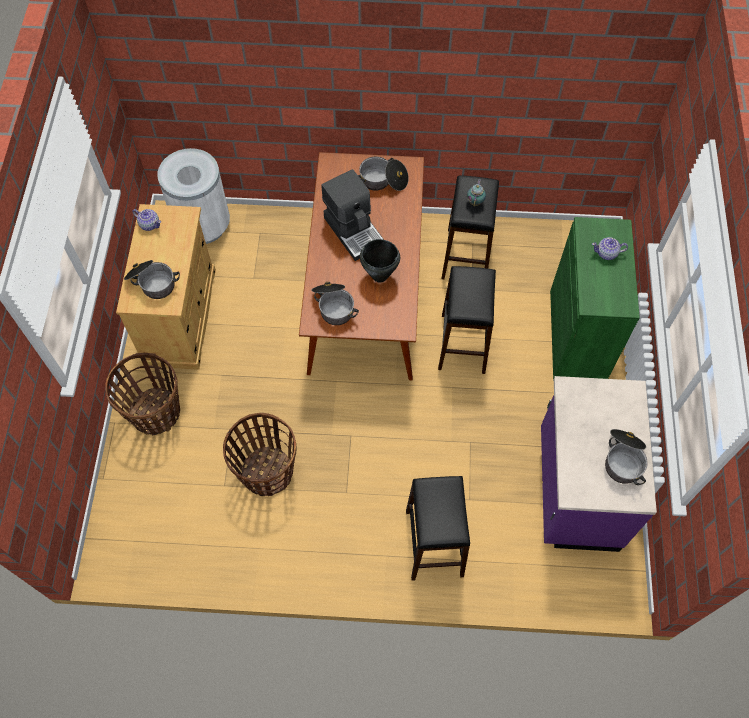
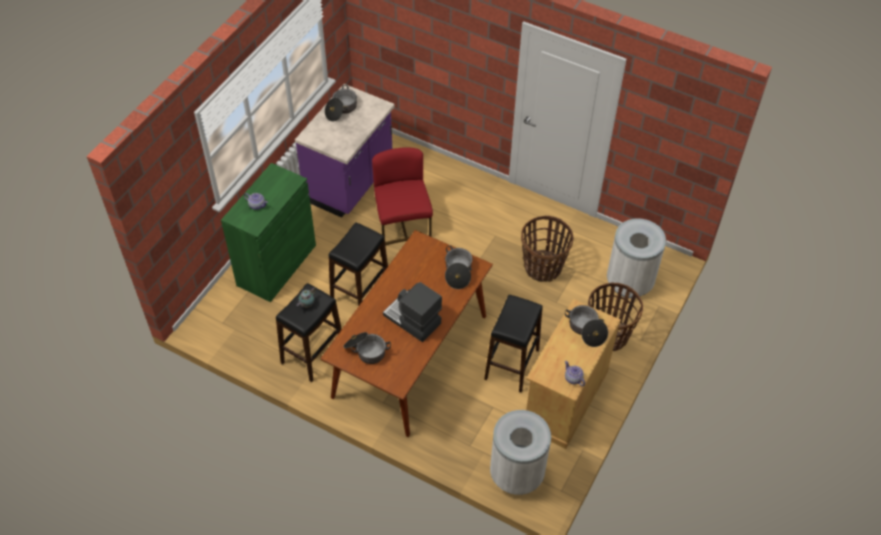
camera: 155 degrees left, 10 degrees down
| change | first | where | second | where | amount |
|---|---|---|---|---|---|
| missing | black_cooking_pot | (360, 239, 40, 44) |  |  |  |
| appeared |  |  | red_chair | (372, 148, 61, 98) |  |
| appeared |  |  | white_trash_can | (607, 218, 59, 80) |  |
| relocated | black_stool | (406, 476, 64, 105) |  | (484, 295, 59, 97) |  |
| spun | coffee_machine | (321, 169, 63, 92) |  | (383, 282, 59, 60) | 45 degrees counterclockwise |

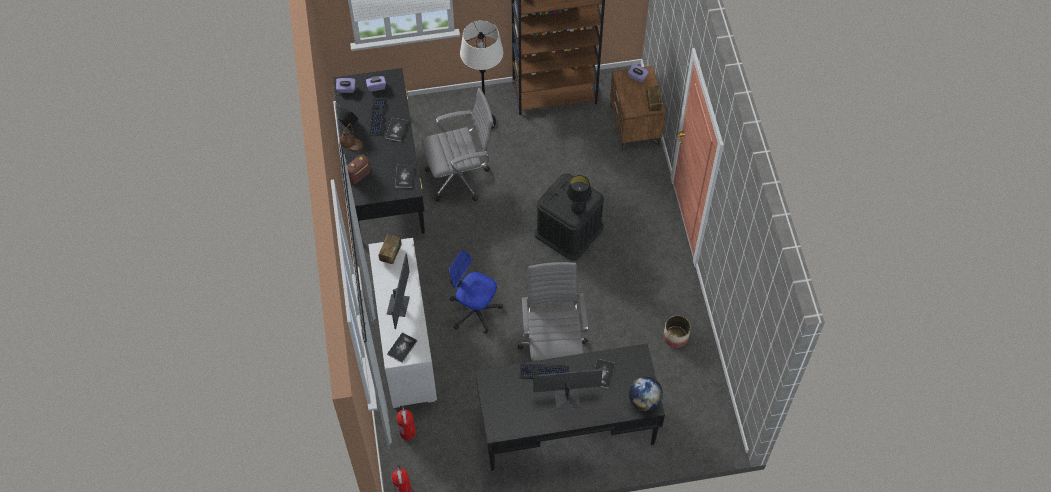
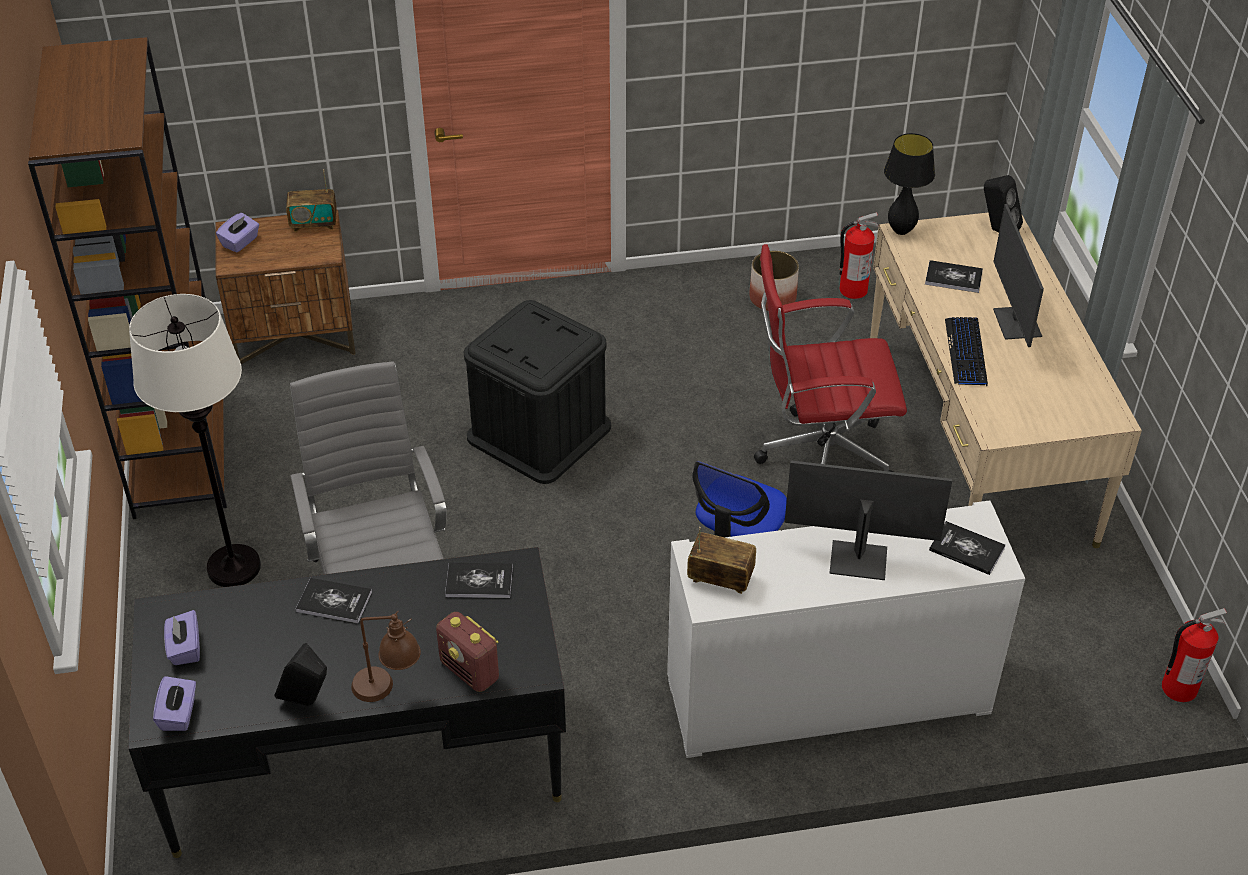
camera: 90 degrees left, 15 degrees down
| change | first | where | second | where | amount |
|---|---|---|---|---|---|
| missing | keyboard | (369, 98, 18, 36) |  |  |  |
| relocated | fire_extinguisher | (397, 405, 19, 35) |  | (840, 212, 39, 87) |  |
| relocated | black_table_lamp | (567, 175, 25, 40) |  | (884, 133, 51, 102) |  |
| exchanged | globe | (629, 377, 34, 34) | black_speaker | (984, 175, 39, 58) |  |
| colour | black_desk | (475, 343, 190, 130) | beige_desk | (870, 213, 272, 335) |  |
| colour | grey_office_chair | (518, 262, 70, 99) | red_office_chair | (754, 244, 153, 228) |  |

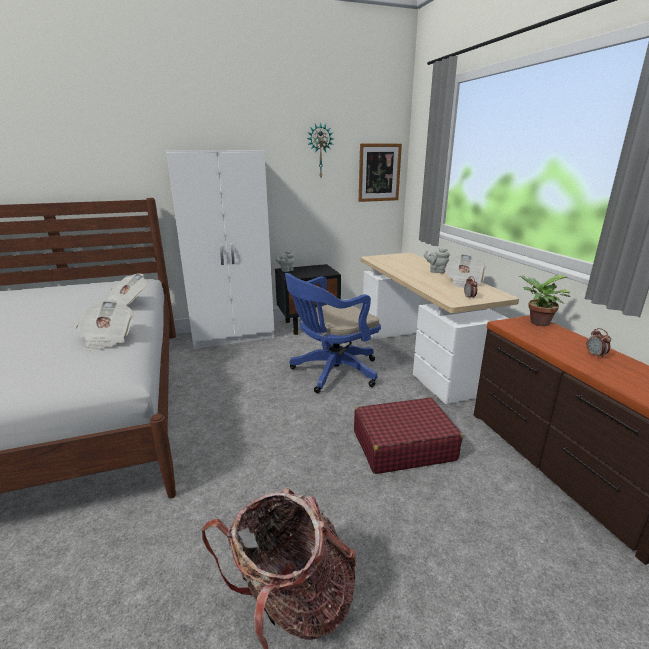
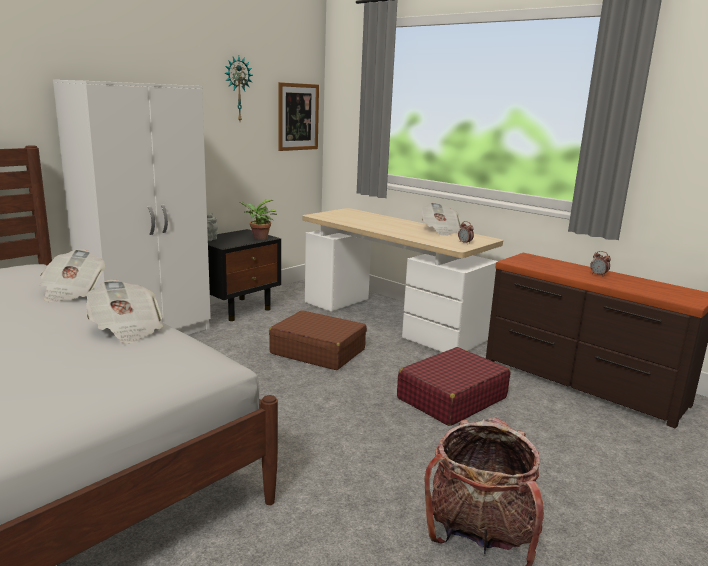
camera: 30 degrees left, 5 degrees down
| change | first | where | second | where | amount |
|---|---|---|---|---|---|
| missing | grey_teapot | (424, 248, 26, 25) |  |  |  |
| relocated | potted_plant | (518, 275, 52, 51) |  | (239, 199, 38, 41) |  |
| exchanged | blue_office_chair | (285, 273, 96, 120) | brown_suitcase | (269, 310, 98, 60) |  |

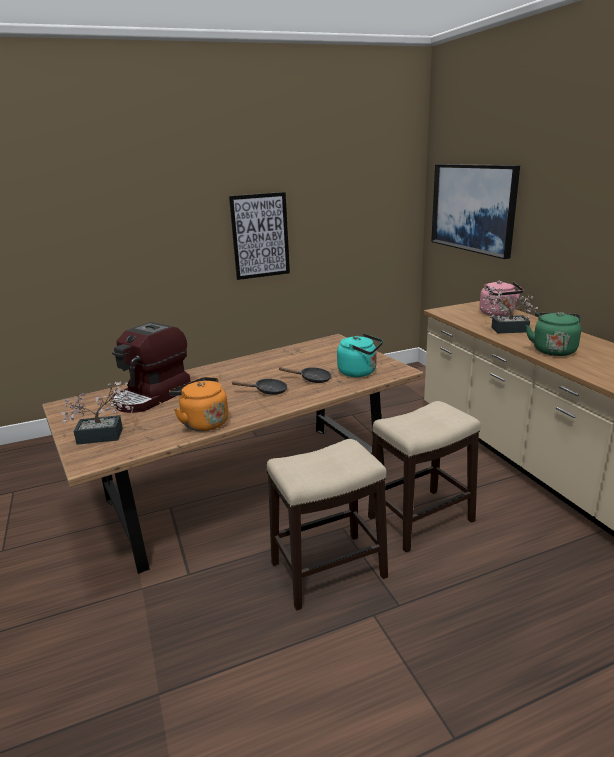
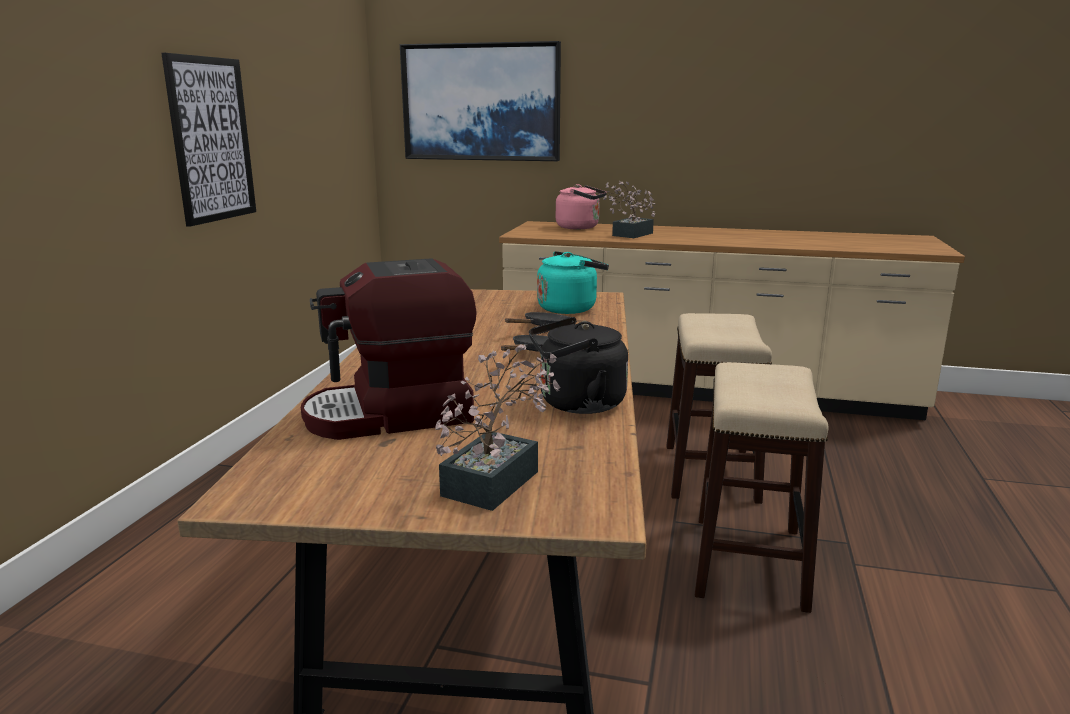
camera: 55 degrees left, 5 degrees down
| change | first | where | second | where | amount |
|---|---|---|---|---|---|
| missing | green_kettle | (526, 312, 55, 44) |  |  |  |
| colour | orange_kettle | (169, 377, 60, 54) | black_kettle | (529, 317, 99, 97) |  |
| spun | coffee_machine | (112, 322, 79, 91) |  | (301, 258, 176, 182) | 90 degrees clockwise |

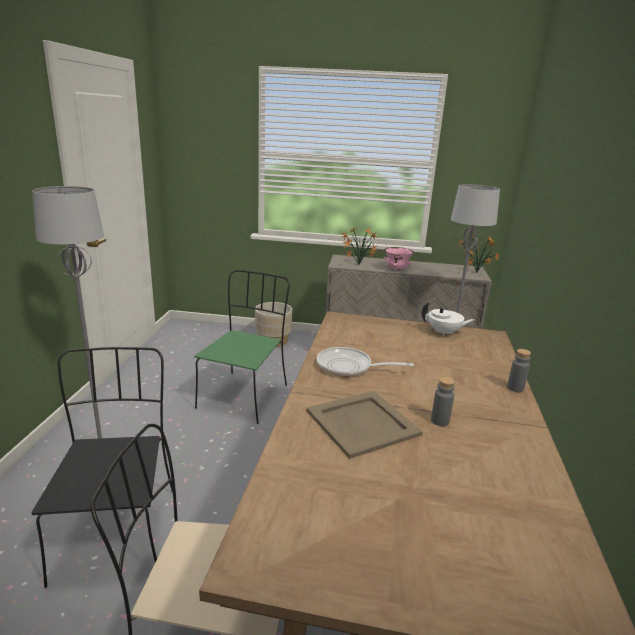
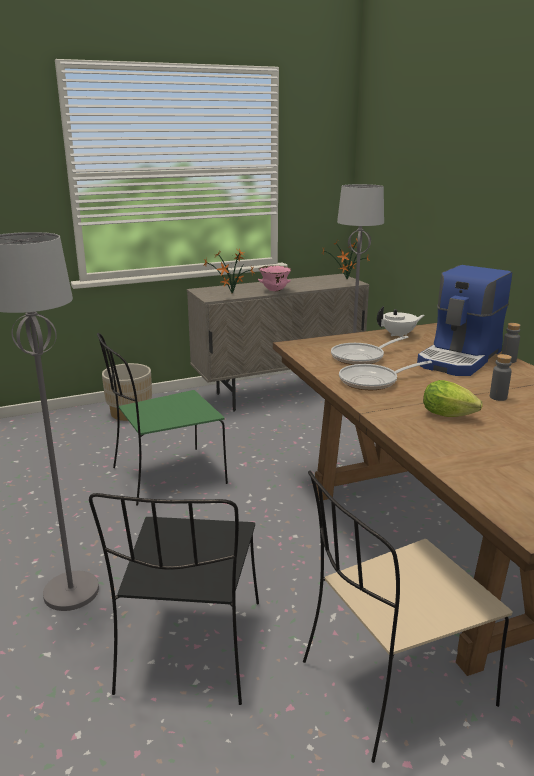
camera: 30 degrees left, 0 degrees up
| change | first | where | second | where | amount |
|---|---|---|---|---|---|
| appeared |  |  | frying_pan | (331, 336, 77, 29) |  |
| appeared |  |  | coffee_machine | (417, 265, 95, 111) |  |
| exchanged | beige_tray | (307, 391, 116, 68) | lettuce | (423, 380, 60, 37) |  |
| spun | black_chair | (31, 347, 142, 241) |  | (89, 493, 170, 212) | 135 degrees counterclockwise |
| spun | green_chair | (194, 270, 96, 154) |  | (97, 333, 131, 173) | 105 degrees counterclockwise |

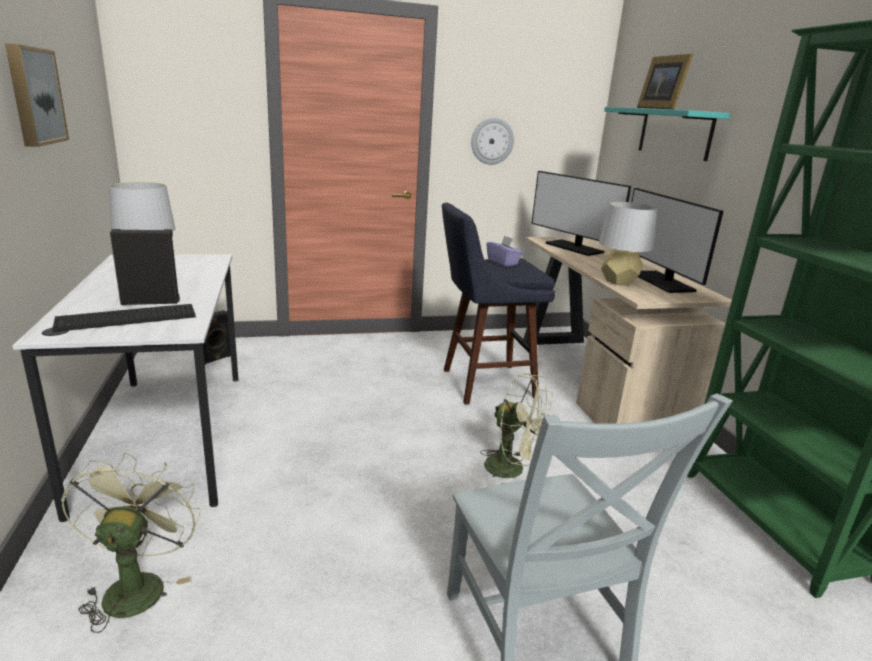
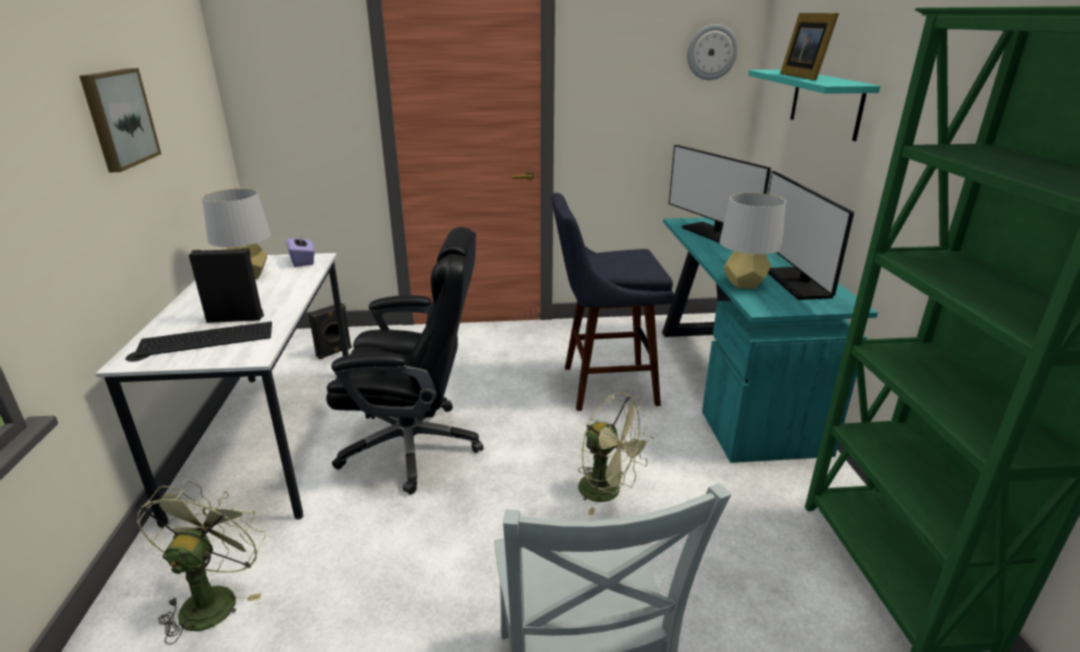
camera: 10 degrees right, 5 degrees up
| change | first | where | second | where | amount |
|---|---|---|---|---|---|
| appeared |  |  | black_office_chair | (326, 227, 158, 268) |  |
| relocated | wall_clock | (471, 118, 43, 47) |  | (687, 24, 51, 56) |  |
| relocated | purple_tissue_box | (486, 235, 36, 32) |  | (286, 234, 29, 33) |  |
| colour | beige_desk | (523, 237, 209, 187) | turquoise_desk | (662, 217, 216, 246) |  |

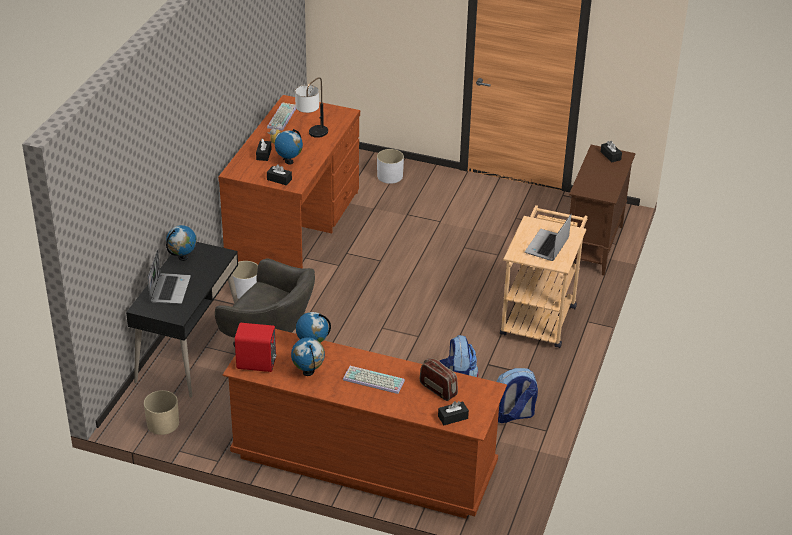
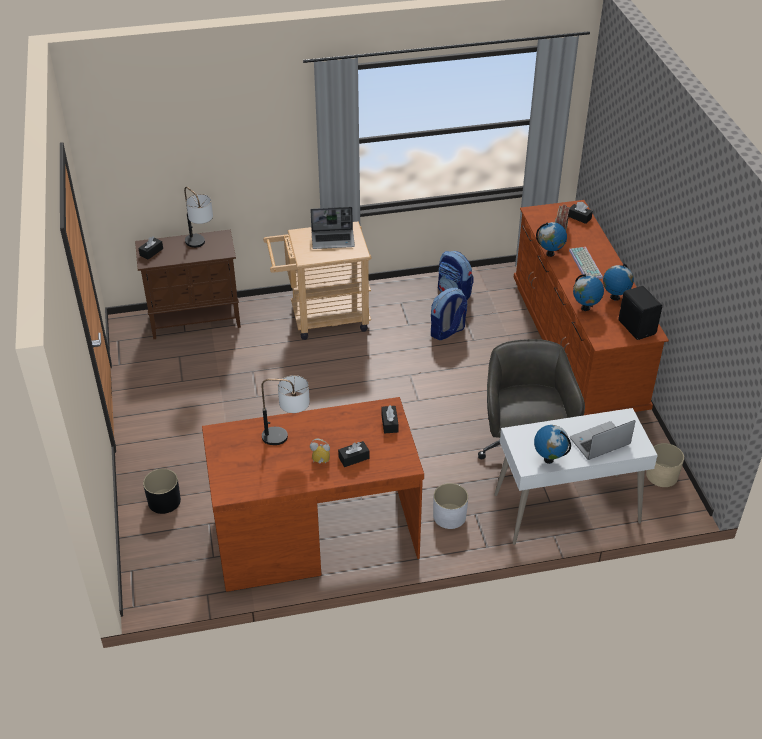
camera: 120 degrees left, 5 degrees up
| change | first | where | second | where | amount |
|---|---|---|---|---|---|
| missing | keyboard | (267, 103, 29, 28) |  |  |  |
| appeared |  |  | table_lamp | (184, 187, 29, 61) |  |
| relocated | globe | (275, 129, 28, 35) |  | (536, 222, 31, 35) |  |
| colour | black_desk | (126, 242, 112, 156) | white_desk | (494, 408, 164, 137) |  |
| colour | red_speaker | (235, 323, 41, 49) | black_speaker | (618, 286, 44, 54) |  |
| colour | white_planter | (377, 149, 27, 35) | black_planter | (143, 469, 38, 45) |  |

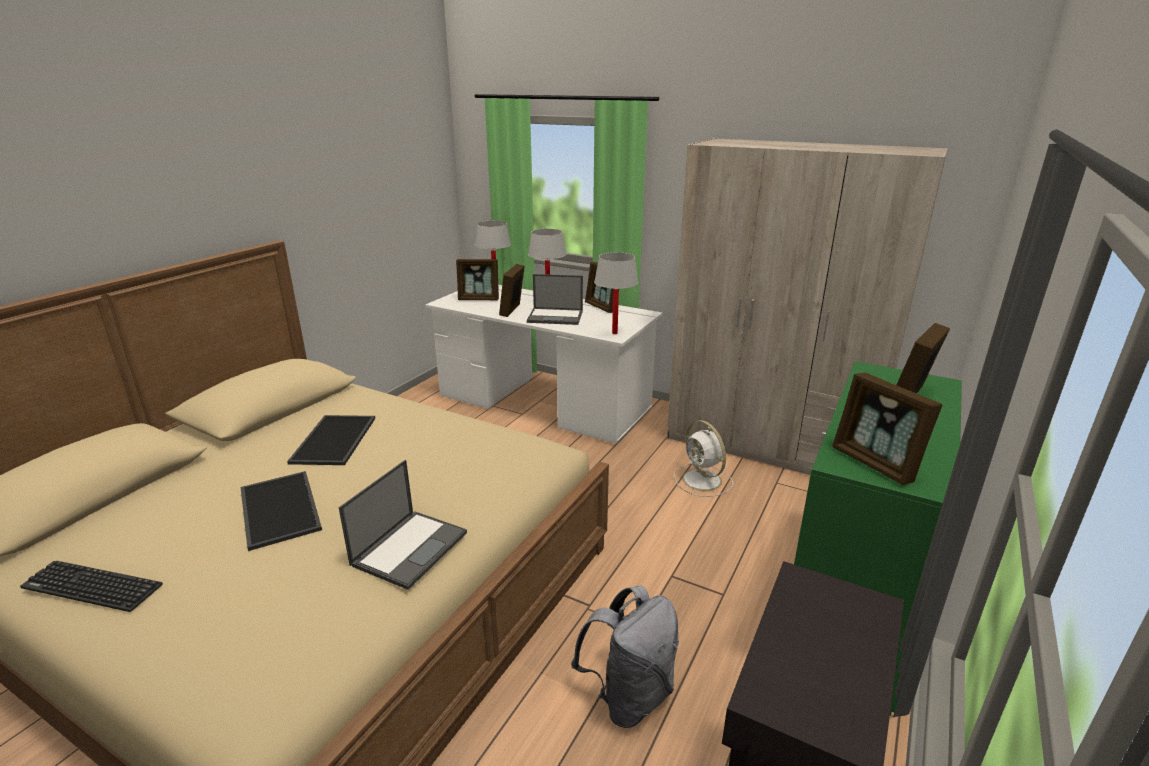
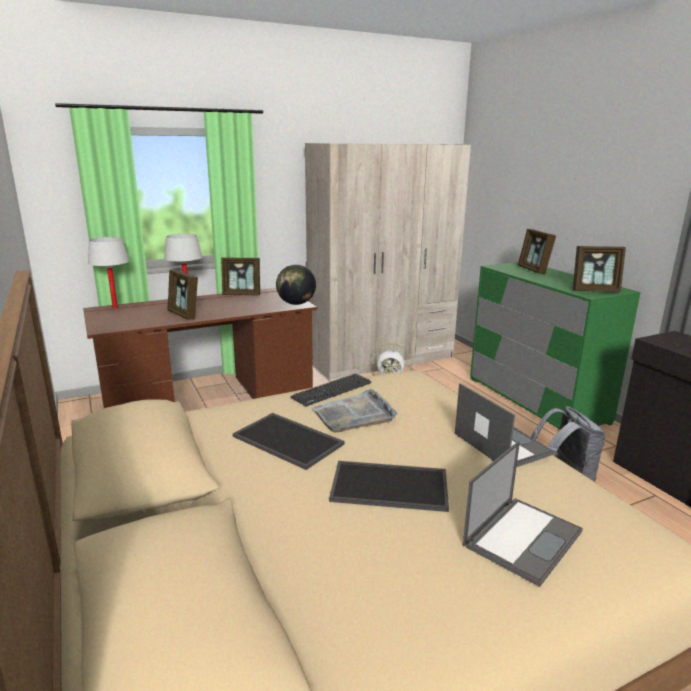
camera: 55 degrees left, 5 degrees down
| change | first | where | second | where | amount |
|---|---|---|---|---|---|
| missing | picture_frame | (456, 259, 43, 42) |  |  |  |
| appeared |  |  | grey_tray | (311, 389, 86, 44) |  |
| relocated | keyboard | (20, 561, 143, 51) |  | (291, 373, 80, 33) |  |
| relocated | laptop | (527, 274, 56, 51) |  | (463, 441, 120, 146) |  |
| exchanged | white_table_lamp | (594, 252, 45, 82) | globe | (276, 265, 40, 40) |  |
| colour | white_desk | (425, 285, 238, 159) | brown_desk | (83, 288, 234, 120) |  |

